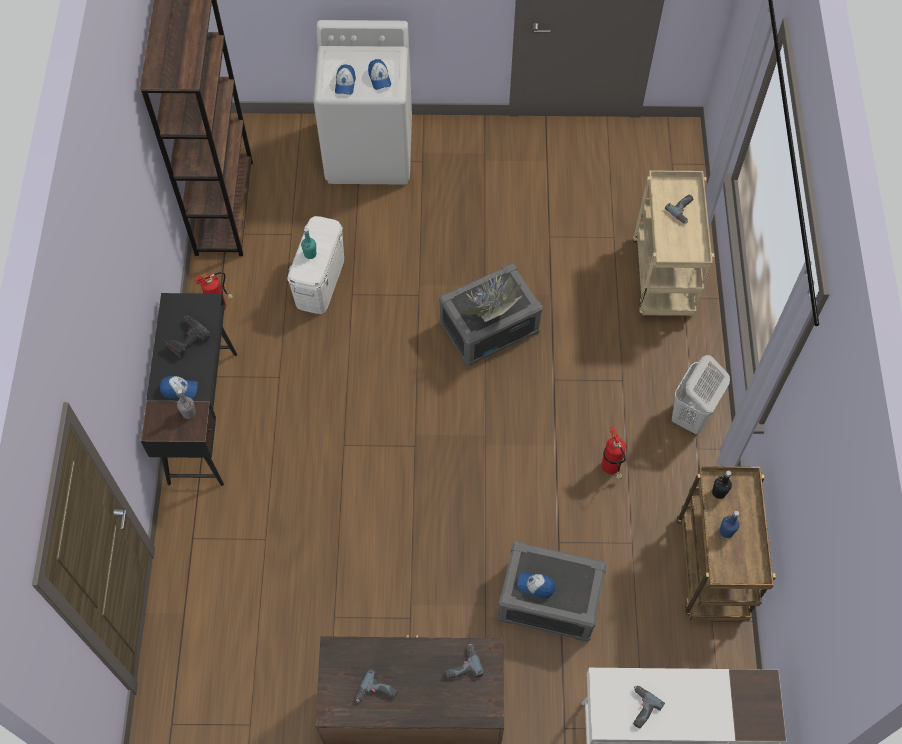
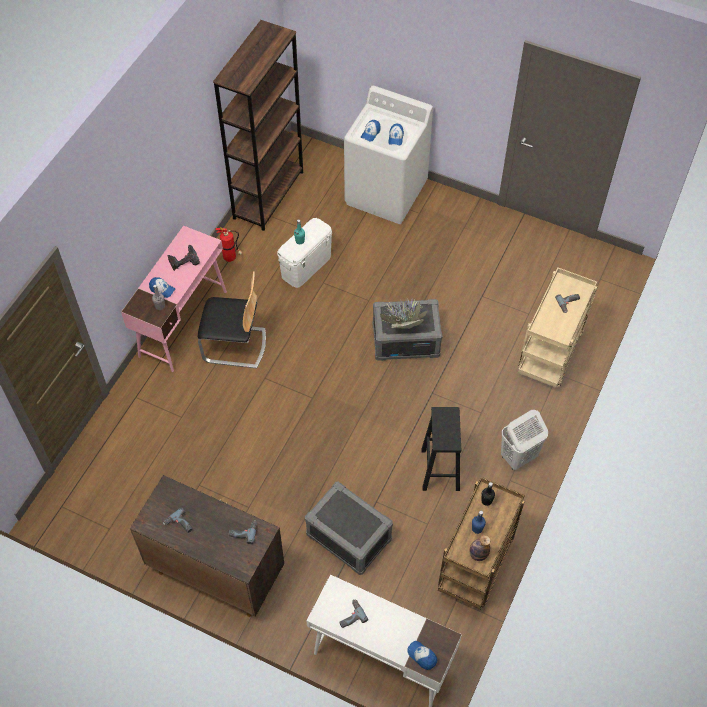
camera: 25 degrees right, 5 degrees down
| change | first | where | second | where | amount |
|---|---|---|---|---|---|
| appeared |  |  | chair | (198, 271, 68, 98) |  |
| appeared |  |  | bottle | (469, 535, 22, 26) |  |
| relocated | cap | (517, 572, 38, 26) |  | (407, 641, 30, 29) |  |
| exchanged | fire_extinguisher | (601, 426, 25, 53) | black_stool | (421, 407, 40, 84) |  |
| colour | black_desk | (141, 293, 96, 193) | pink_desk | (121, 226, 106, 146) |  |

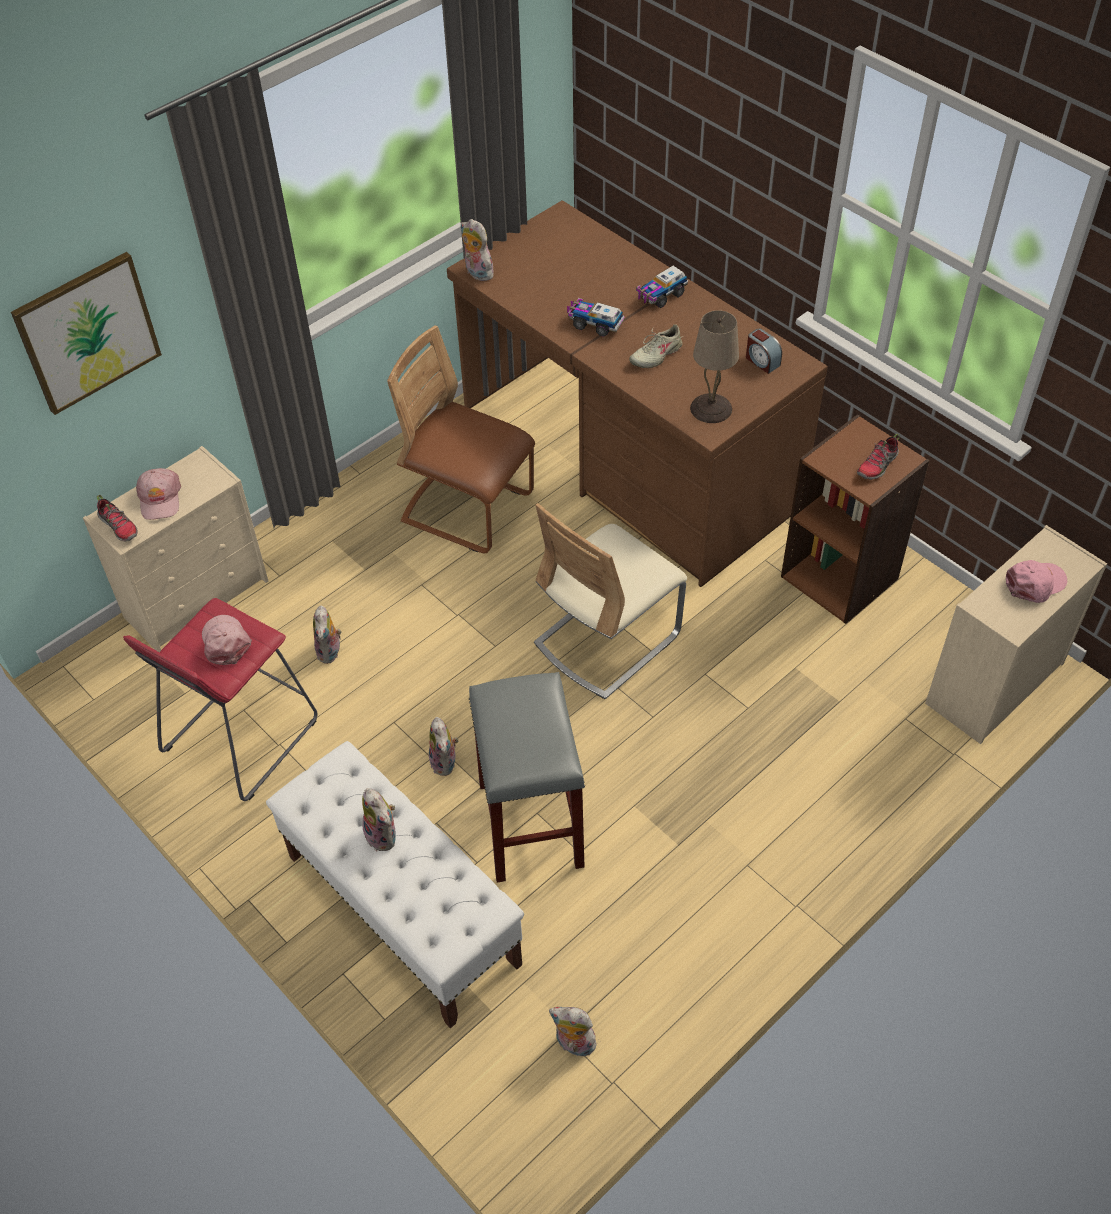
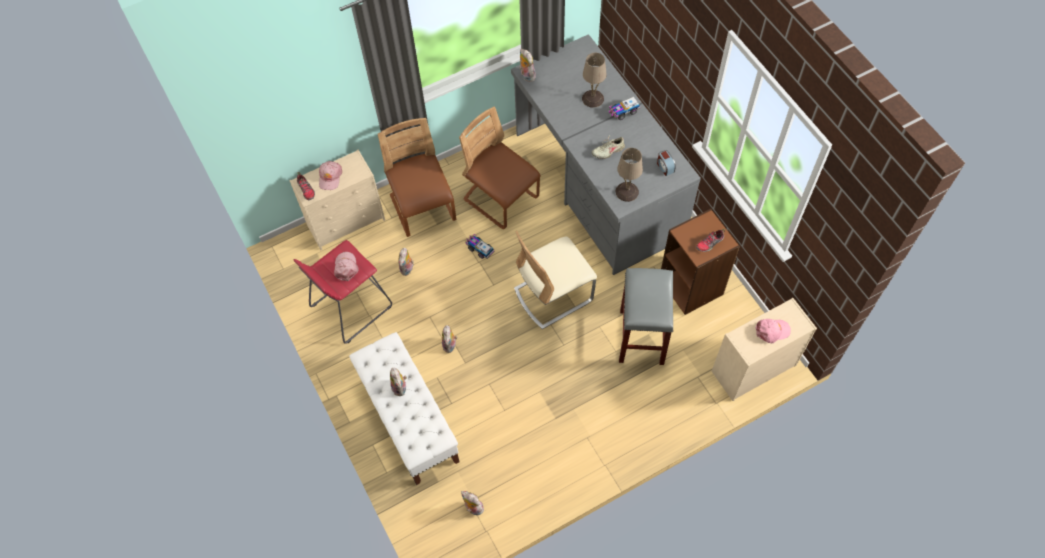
camera: 15 degrees right, 10 degrees up
| change | first | where | second | where | amount |
|---|---|---|---|---|---|
| missing | picture | (11, 252, 151, 163) |  |  |  |
| appeared |  |  | brown_chair | (378, 118, 78, 119) |  |
| appeared |  |  | beige_table_lamp | (582, 53, 25, 55) |  |
| relocated | grey_stool | (469, 672, 116, 211) |  | (619, 268, 54, 97) |  |
| relocated | toy_truck | (567, 298, 58, 39) |  | (466, 234, 28, 25) |  |
| colour | brown_desk | (447, 200, 381, 387) | grey_desk | (511, 34, 190, 241) |  |

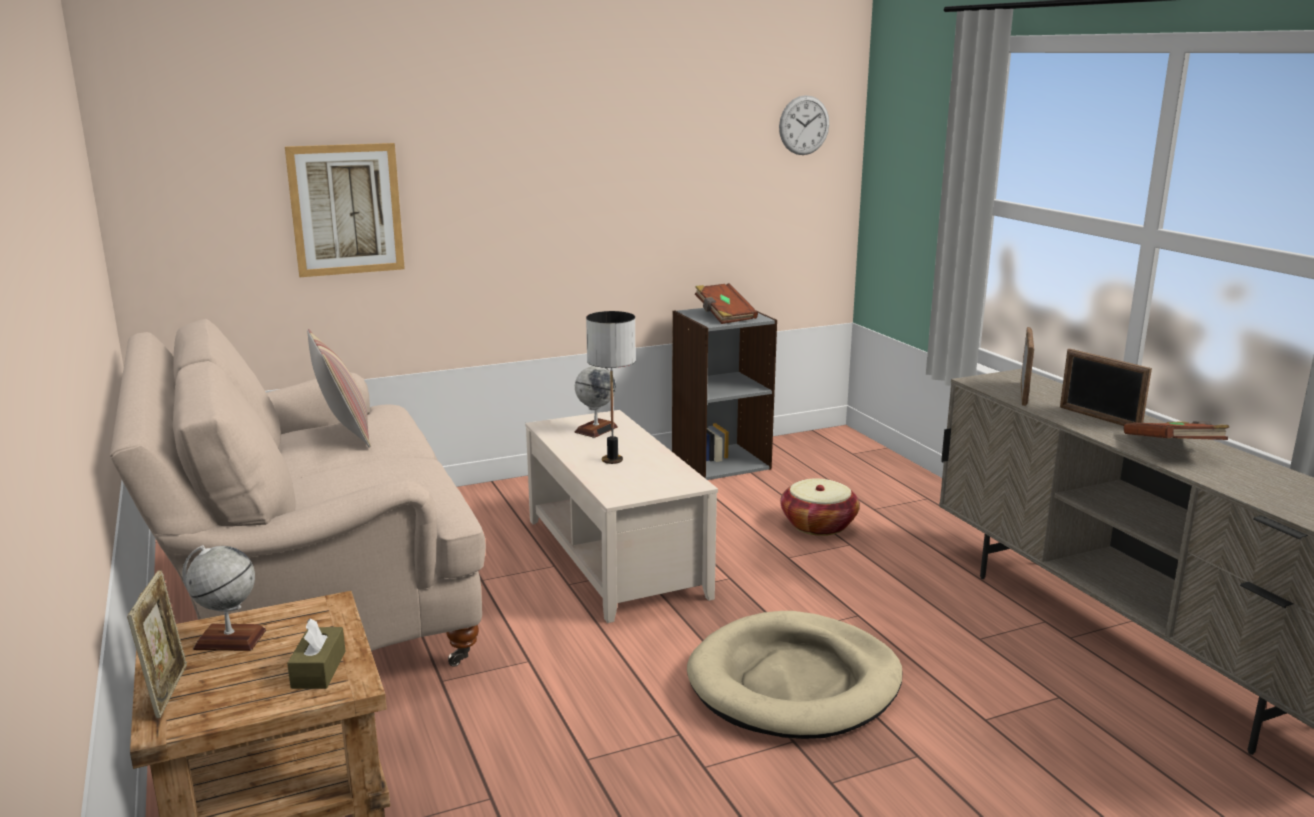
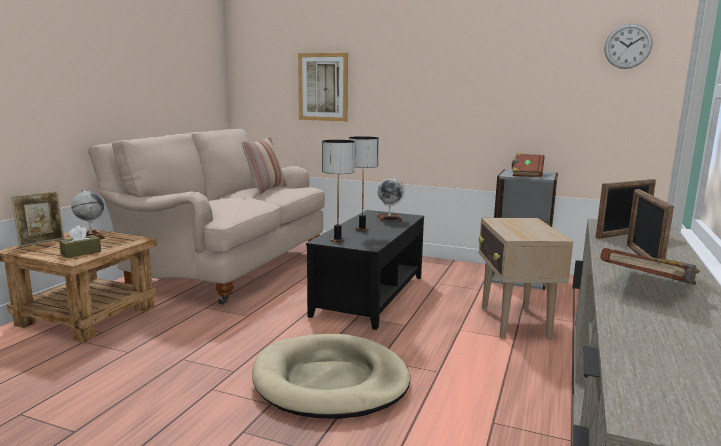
camera: 45 degrees right, 5 degrees down
| change | first | where | second | where | amount |
|---|---|---|---|---|---|
| appeared |  |  | table_lamp | (322, 140, 33, 102) |  |
| exchanged | basket | (780, 478, 80, 58) | beige_side_table | (479, 218, 94, 121) |  |
| colour | beige_coffee_table | (525, 410, 193, 213) | black_coffee_table | (306, 210, 118, 120) |  |

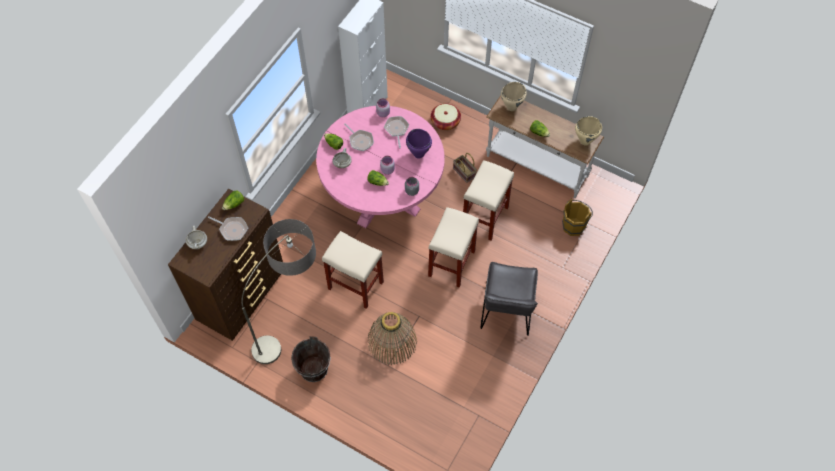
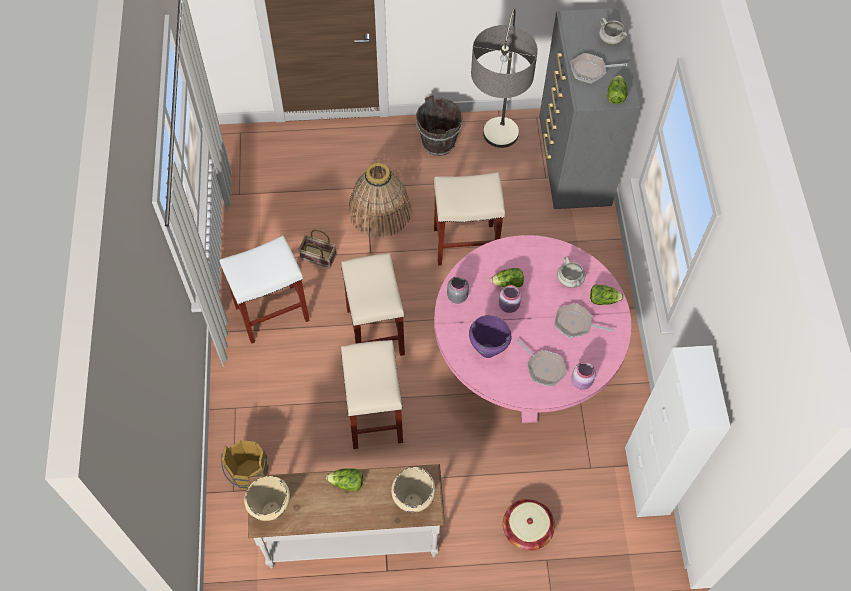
camera: 145 degrees right, 0 degrees up
| change | first | where | second | where | amount |
|---|---|---|---|---|---|
| relocated | basket | (453, 153, 24, 30) |  | (298, 229, 38, 39) |  |
| exchanged | grey_chair | (480, 262, 58, 74) | white_stool | (220, 236, 90, 108) |  |
| colour | brown_dresser | (168, 189, 115, 152) | grey_dresser | (539, 8, 101, 201) |  |

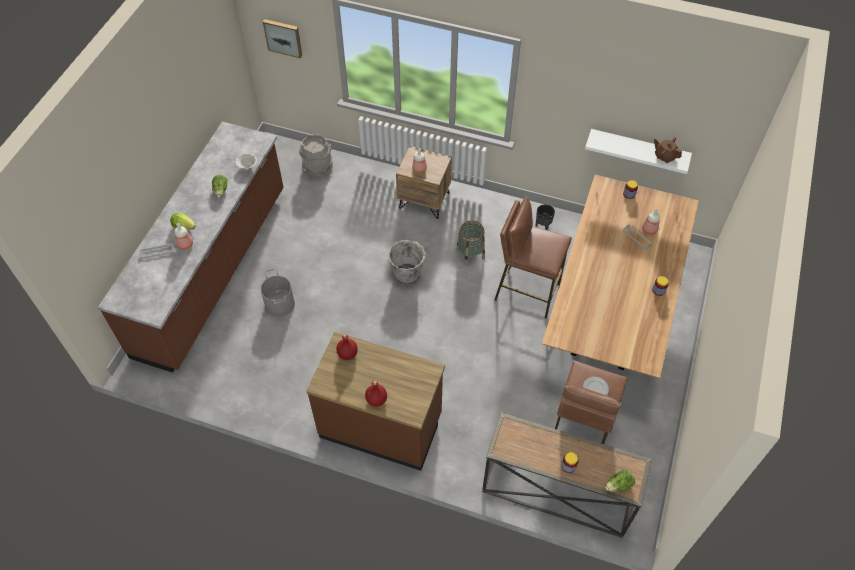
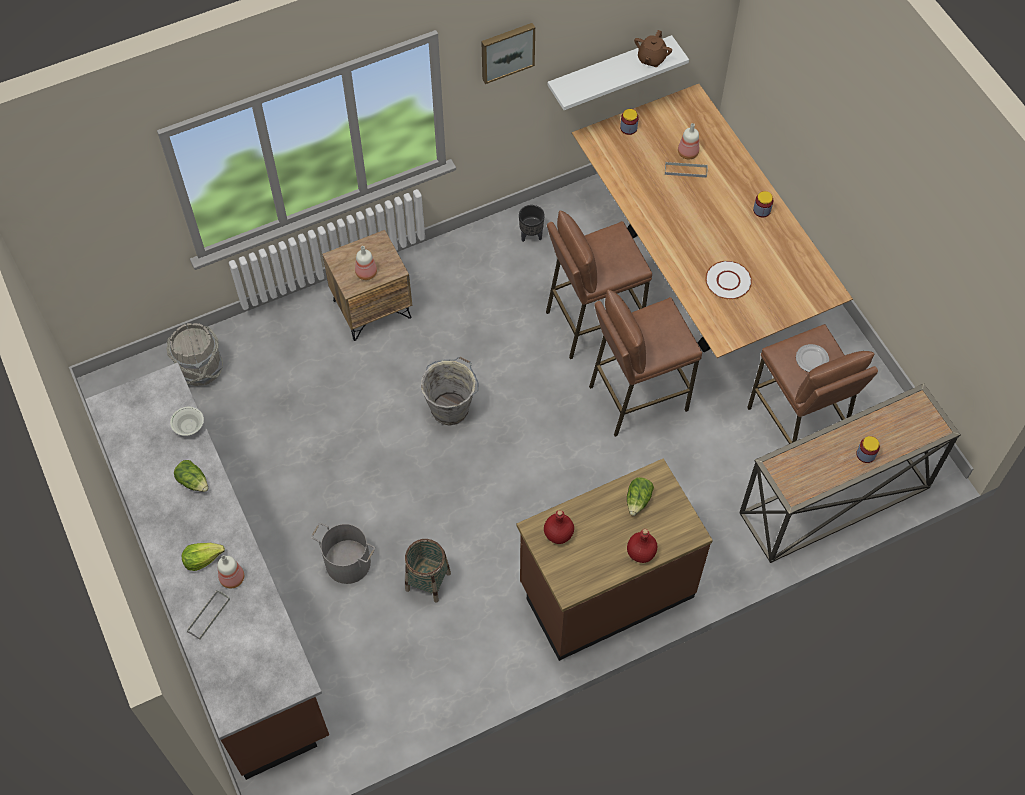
camera: 45 degrees left, 5 degrees up
| change | first | where | second | where | amount |
|---|---|---|---|---|---|
| appeared |  |  | brown_stool | (589, 290, 113, 147) |  |
| appeared |  |  | white_plate | (705, 261, 47, 39) |  |
| relocated | picture | (263, 19, 39, 39) |  | (481, 23, 54, 61) |  |
| relocated | basket | (456, 221, 29, 45) |  | (405, 539, 46, 63) |  |
| relocated | lettuce | (605, 470, 30, 21) |  | (627, 477, 27, 39) |  |
| spun | brown_teapot | (654, 137, 28, 26) |  | (634, 30, 38, 37) | 60 degrees counterclockwise |

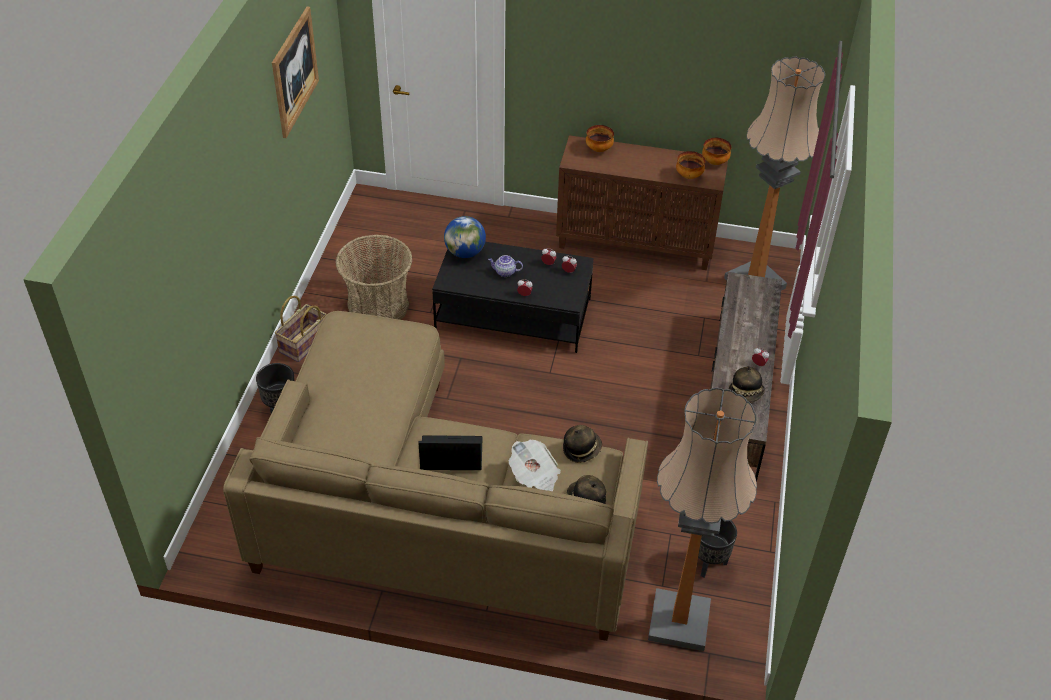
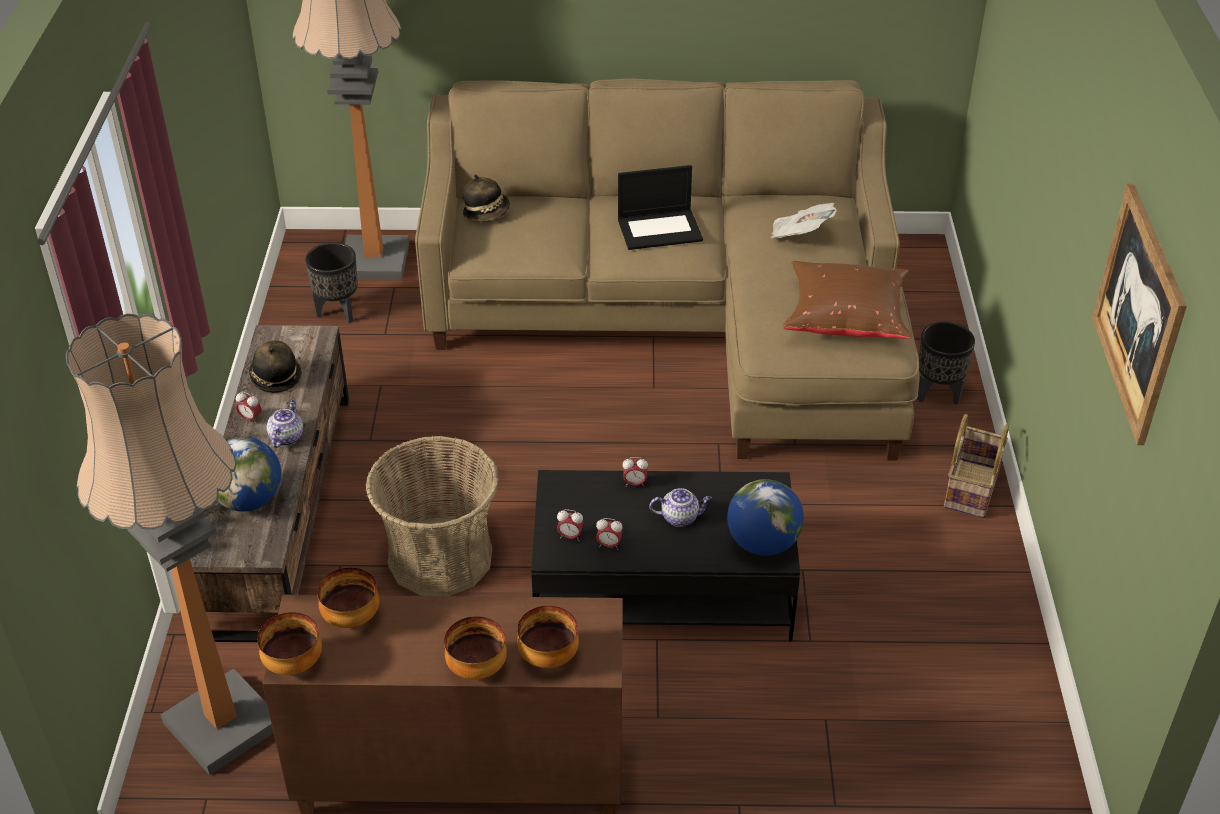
camera: 170 degrees right, 5 degrees down
| change | first | where | second | where | amount |
|---|---|---|---|---|---|
| missing | hat | (563, 425, 39, 38) |  |  |  |
| appeared |  |  | globe | (217, 437, 64, 74) |  |
| appeared |  |  | teapot | (267, 400, 36, 48) |  |
| appeared |  |  | bowl | (444, 616, 63, 64) |  |
| appeared |  |  | brown_pillow | (783, 261, 129, 78) |  |
| relocated | basket | (335, 234, 78, 86) |  | (366, 436, 133, 160) |  |
| relocated | newspaper | (509, 440, 52, 51) |  | (771, 203, 66, 35) |  |

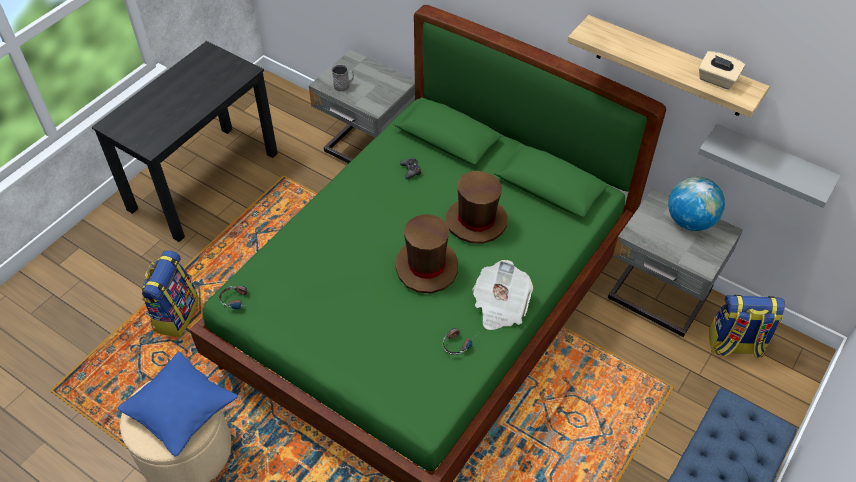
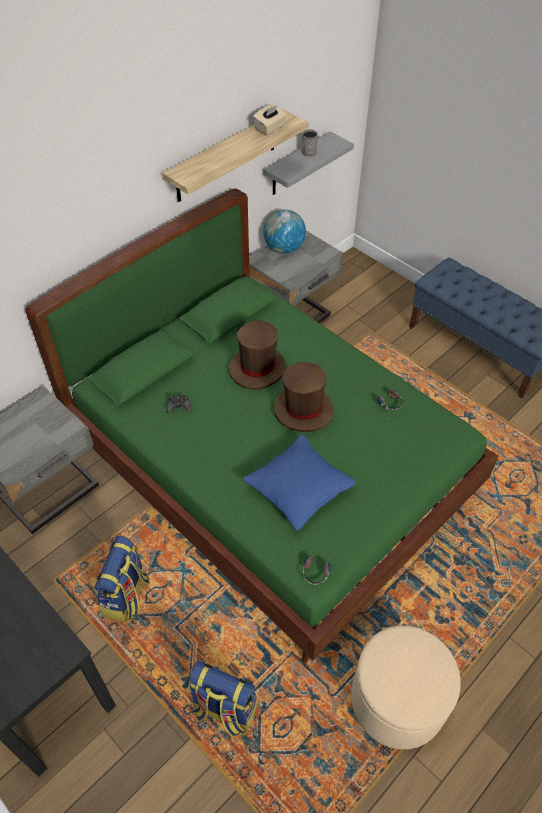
camera: 80 degrees left, 0 degrees up
| change | first | where | second | where | amount |
|---|---|---|---|---|---|
| missing | newspaper | (472, 260, 61, 70) |  |  |  |
| relocated | blue_pillow | (118, 352, 120, 105) |  | (243, 434, 113, 97) |  |
| relocated | grey_mug | (332, 64, 22, 28) |  | (302, 129, 16, 28) |  |
| relocated | backpack | (709, 295, 76, 64) |  | (95, 536, 55, 87) |  |

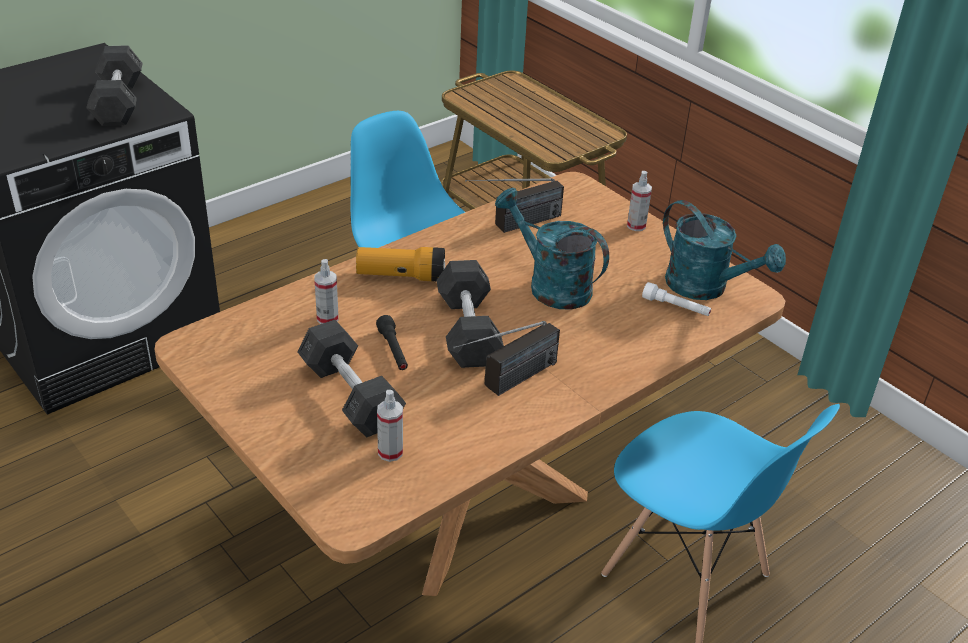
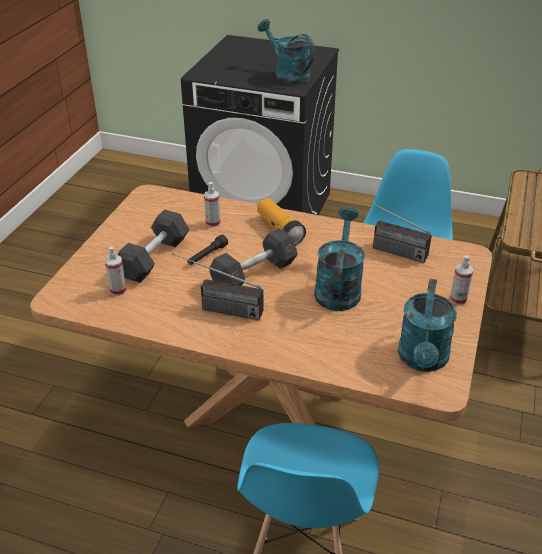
camera: 60 degrees right, 0 degrees up
| change | first | where | second | where | amount |
|---|---|---|---|---|---|
| missing | white_flashlight | (642, 282, 69, 34) |  |  |  |
| exchanged | grey_dumbbell | (86, 45, 56, 81) | turquoise_watering_can | (258, 19, 57, 65) |  |

